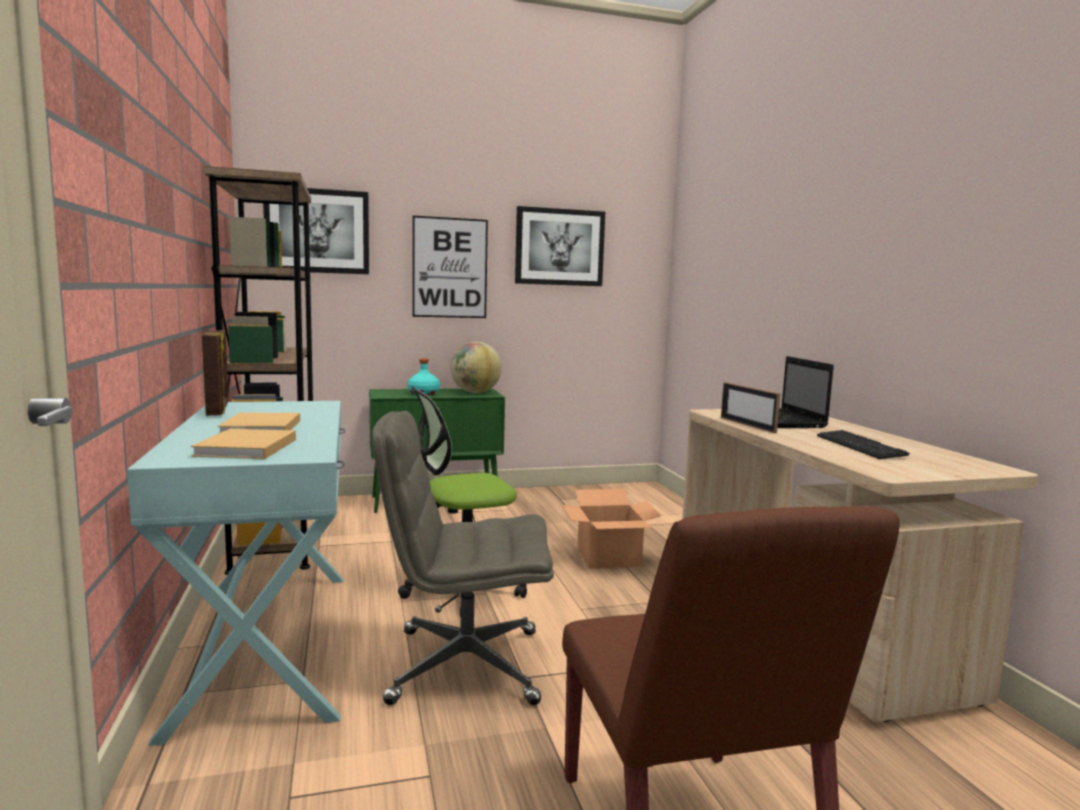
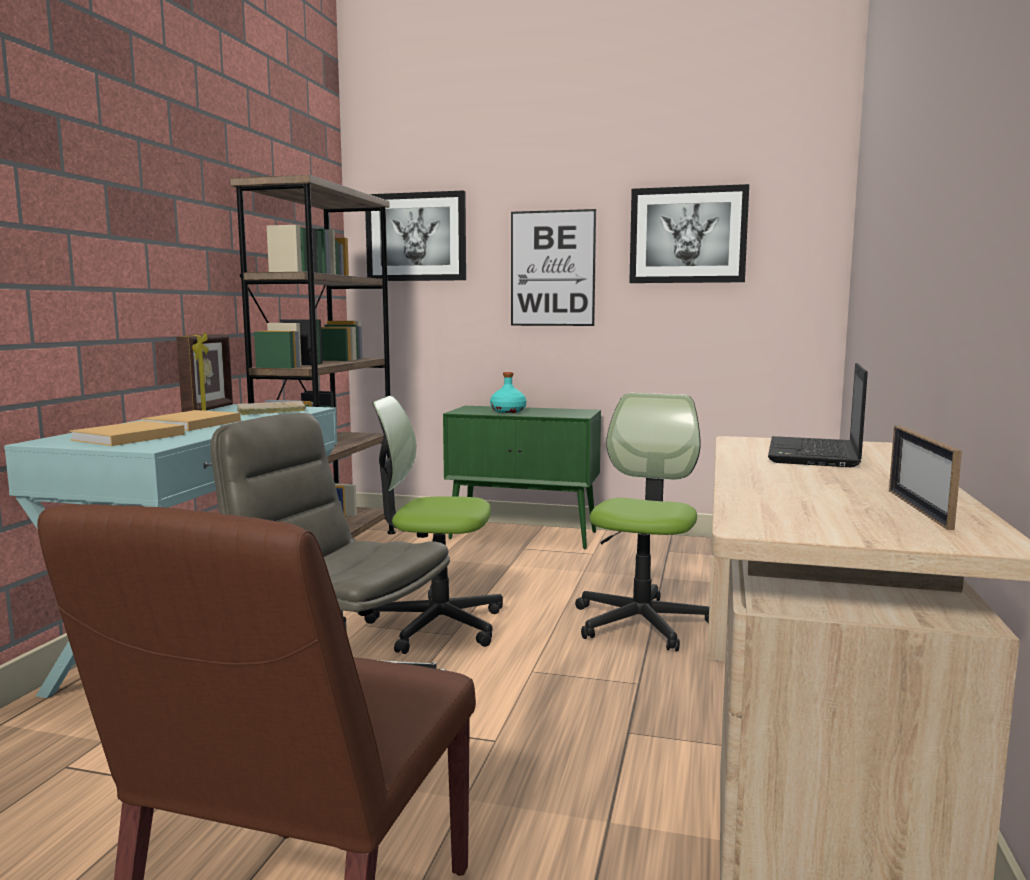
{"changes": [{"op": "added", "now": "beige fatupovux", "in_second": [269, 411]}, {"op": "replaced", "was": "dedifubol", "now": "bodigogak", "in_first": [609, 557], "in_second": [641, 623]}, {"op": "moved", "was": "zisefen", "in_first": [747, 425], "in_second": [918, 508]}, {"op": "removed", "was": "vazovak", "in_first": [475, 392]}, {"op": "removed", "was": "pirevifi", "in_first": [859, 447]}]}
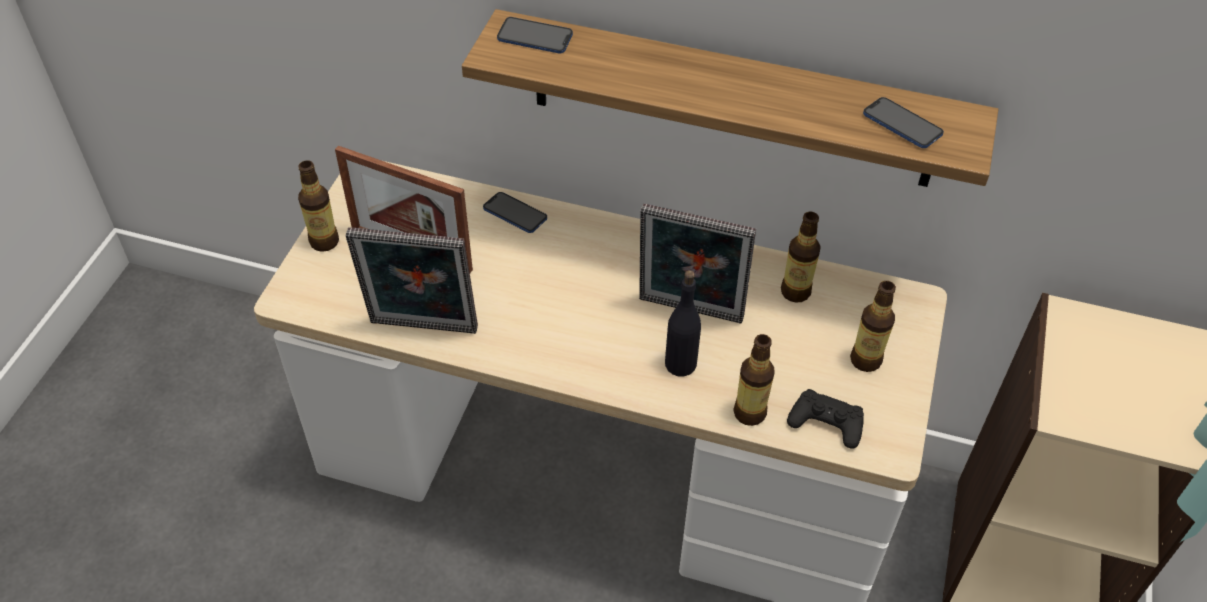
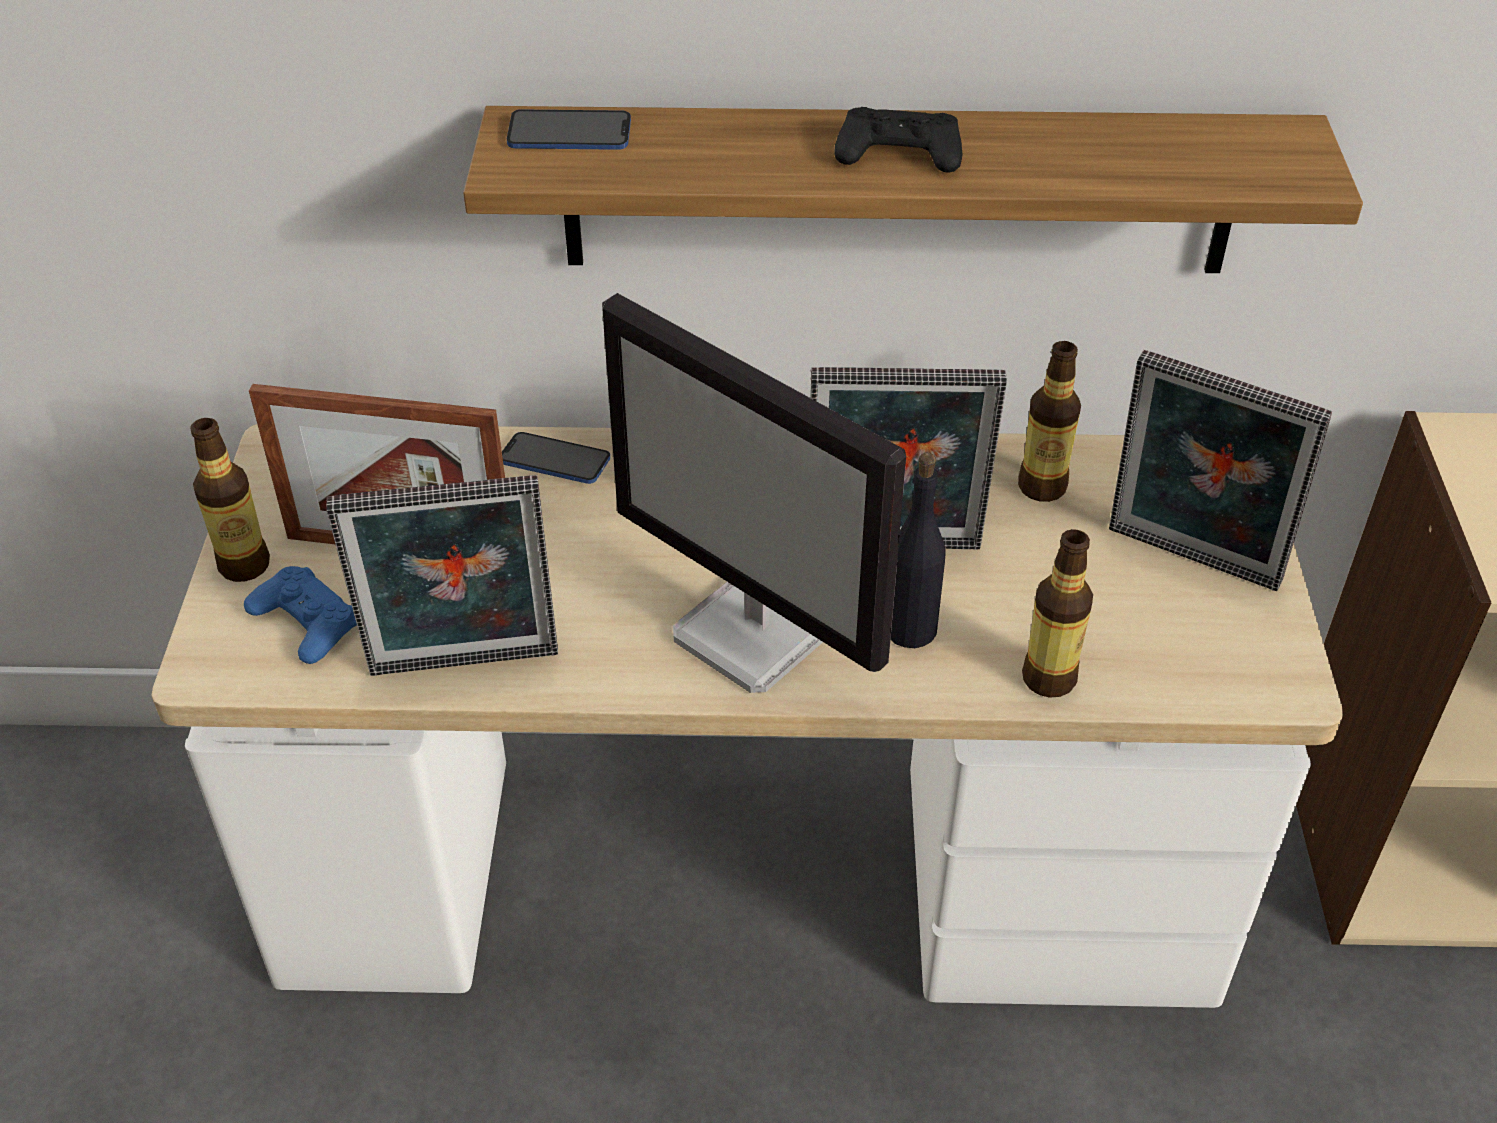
{"changes": [{"op": "added", "now": "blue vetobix", "in_second": [306, 622]}, {"op": "added", "now": "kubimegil", "in_second": [756, 634]}, {"op": "moved", "was": "black vetobix", "in_first": [826, 422], "in_second": [899, 153]}, {"op": "replaced", "was": "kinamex", "now": "zisefen", "in_first": [865, 360], "in_second": [1189, 562]}, {"op": "removed", "was": "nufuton", "in_first": [902, 124]}]}
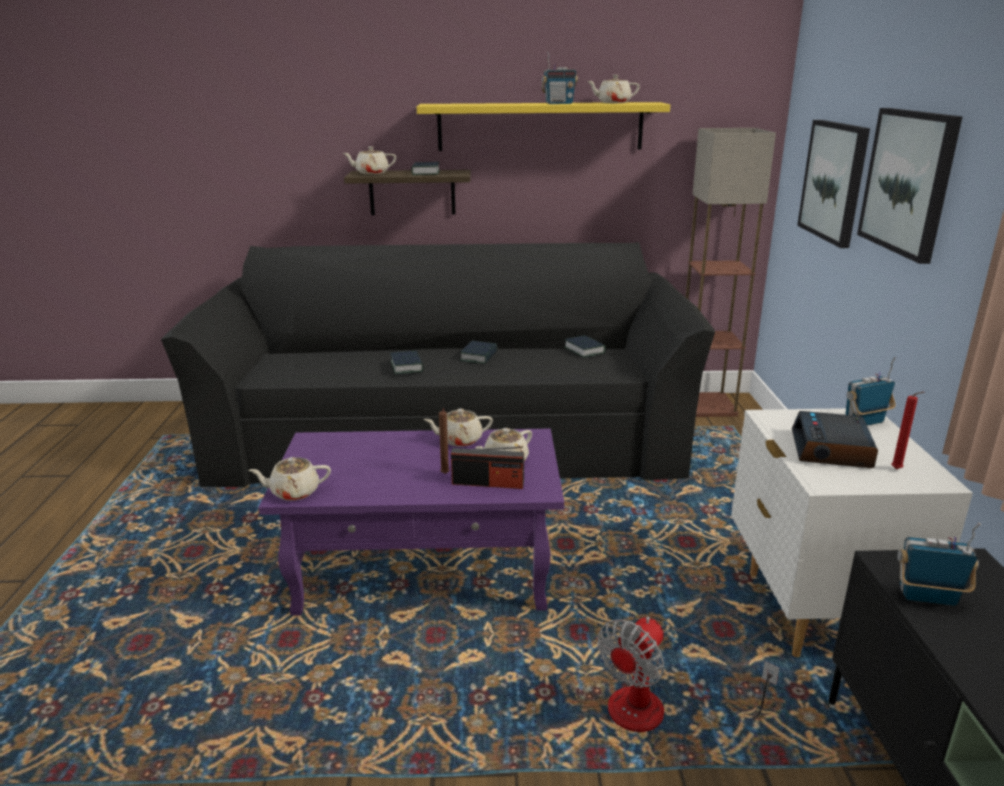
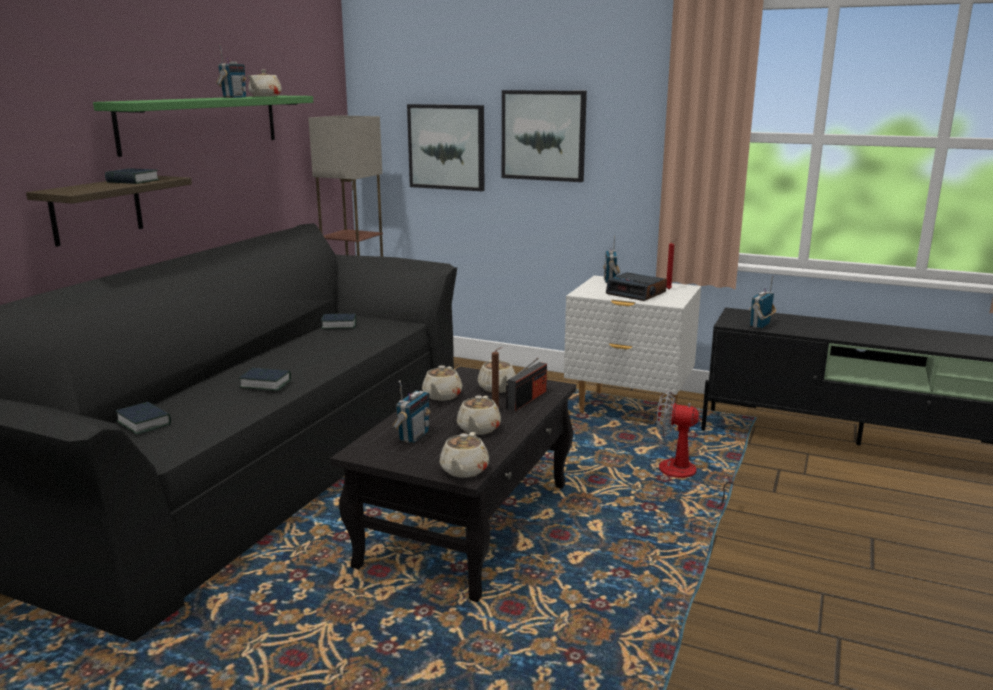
{"changes": [{"op": "recoloured", "was": "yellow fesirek", "now": "green fesirek", "in_first": [540, 126], "in_second": [201, 123]}, {"op": "moved", "was": "fatupovux", "in_first": [479, 356], "in_second": [144, 423]}, {"op": "recoloured", "was": "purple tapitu", "now": "black tapitu", "in_first": [426, 570], "in_second": [468, 523]}, {"op": "added", "now": "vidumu", "in_second": [413, 436]}, {"op": "moved", "was": "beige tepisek", "in_first": [371, 173], "in_second": [478, 429]}, {"op": "turned", "was": "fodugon", "in_first": [657, 711], "in_second": [685, 477], "clockwise": 135}]}
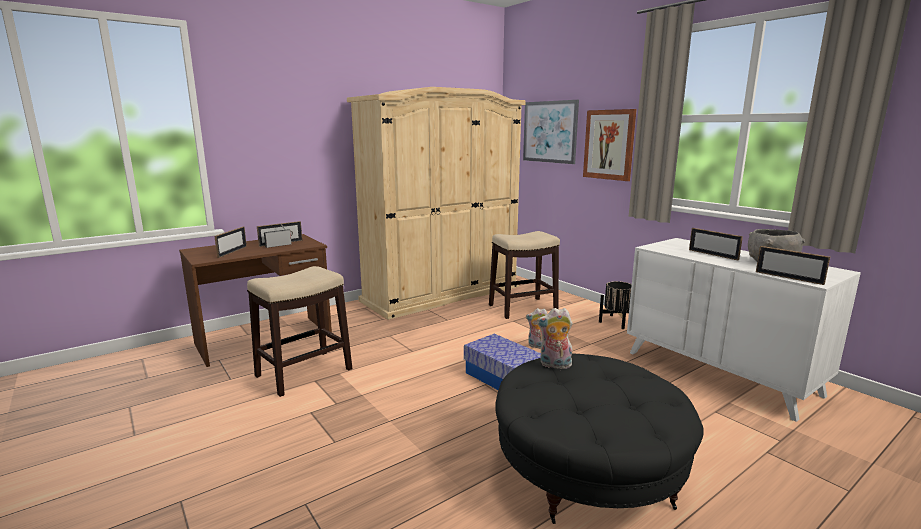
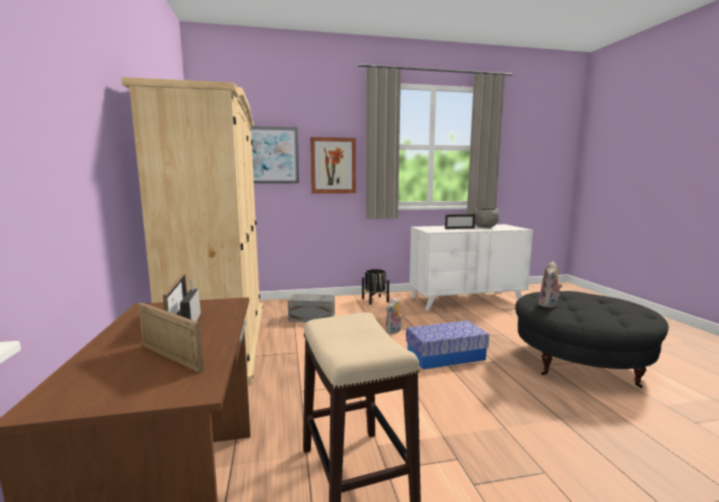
{"changes": [{"op": "replaced", "was": "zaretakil", "now": "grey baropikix", "in_first": [522, 308], "in_second": [312, 318]}, {"op": "removed", "was": "zisefen", "in_first": [788, 278]}]}
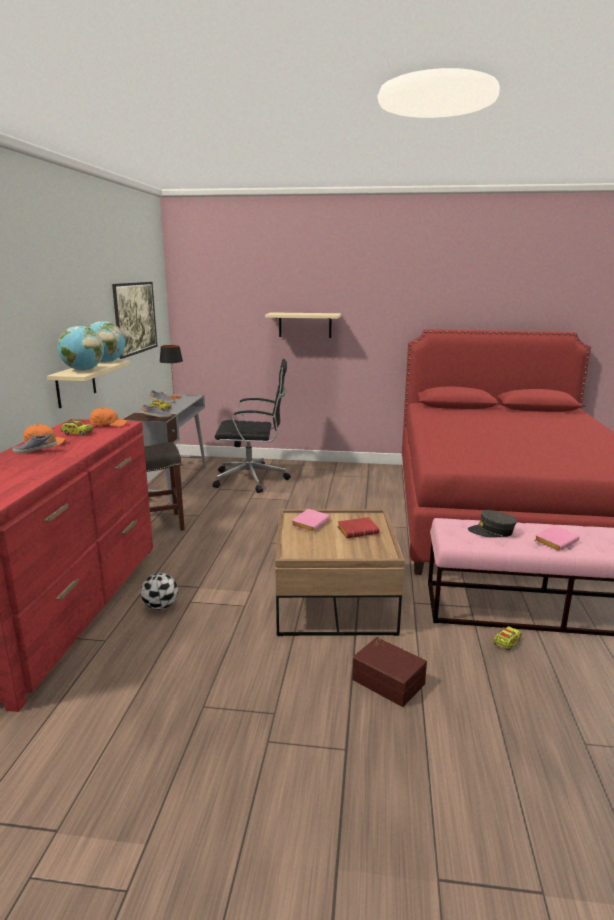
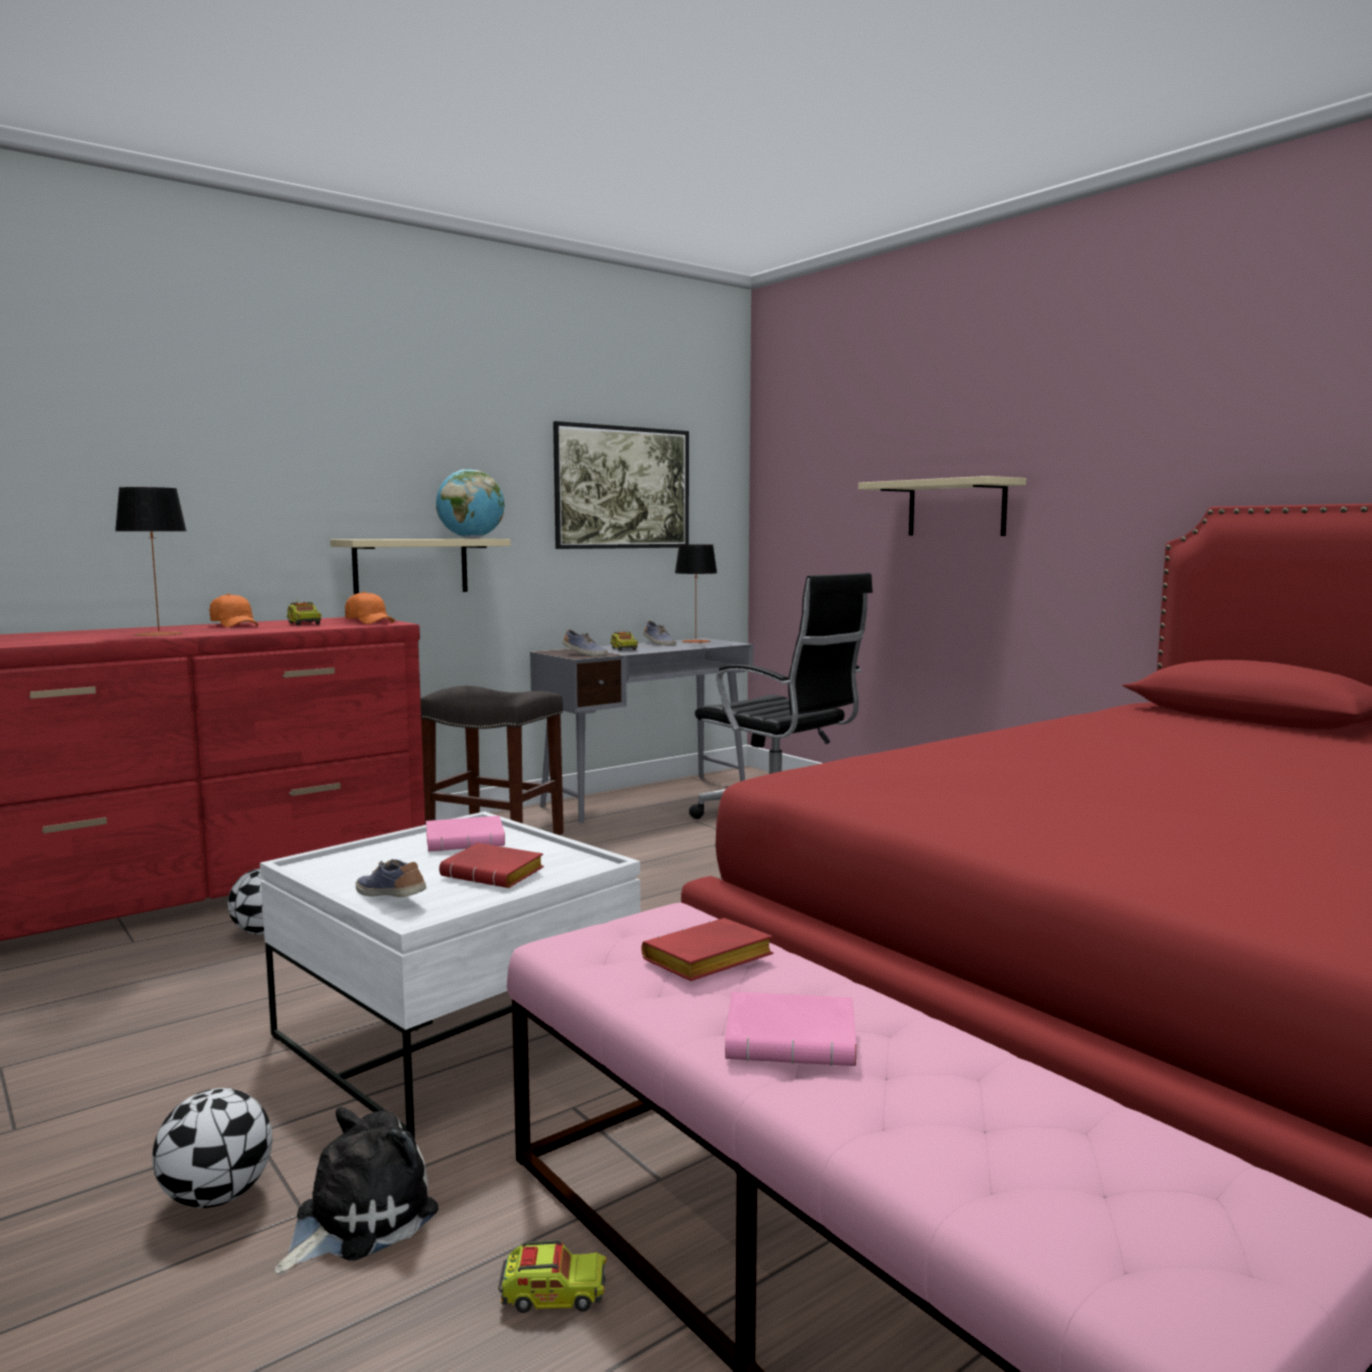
{"changes": [{"op": "added", "now": "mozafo", "in_second": [159, 634]}, {"op": "replaced", "was": "brown baropikix", "now": "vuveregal", "in_first": [389, 680], "in_second": [216, 1196]}, {"op": "recoloured", "was": "brown tapitu", "now": "white tapitu", "in_first": [334, 602], "in_second": [456, 1035]}, {"op": "added", "now": "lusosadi", "in_second": [358, 1218]}, {"op": "moved", "was": "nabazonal", "in_first": [36, 451], "in_second": [392, 897]}, {"op": "replaced", "was": "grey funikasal", "now": "red fatupovux", "in_first": [492, 531], "in_second": [707, 962]}, {"op": "removed", "was": "vazovak", "in_first": [83, 370]}]}
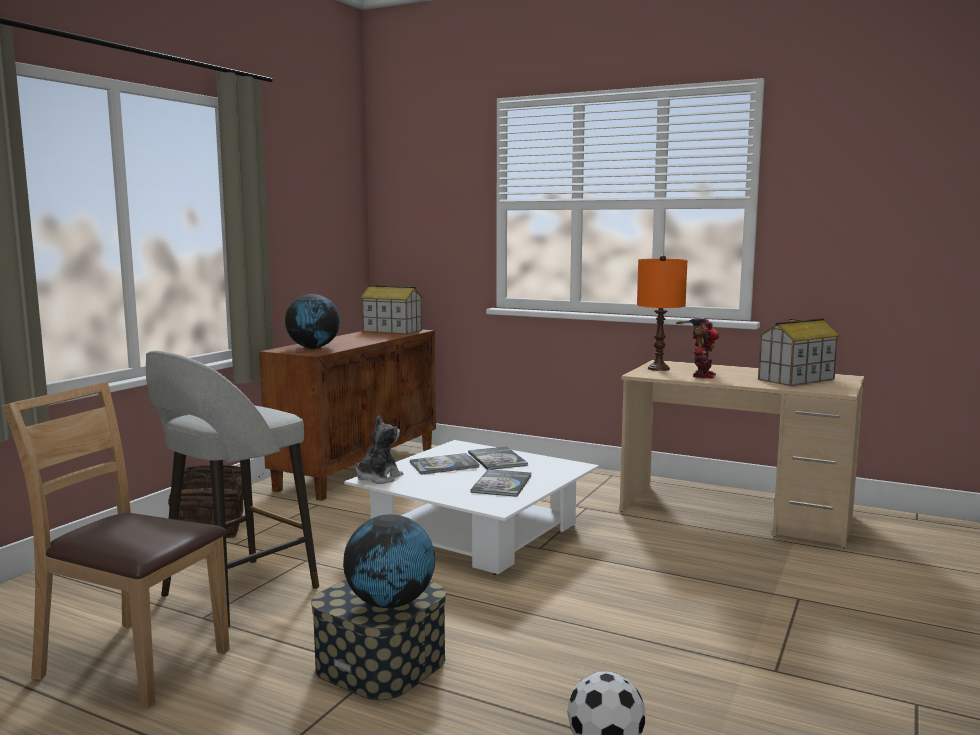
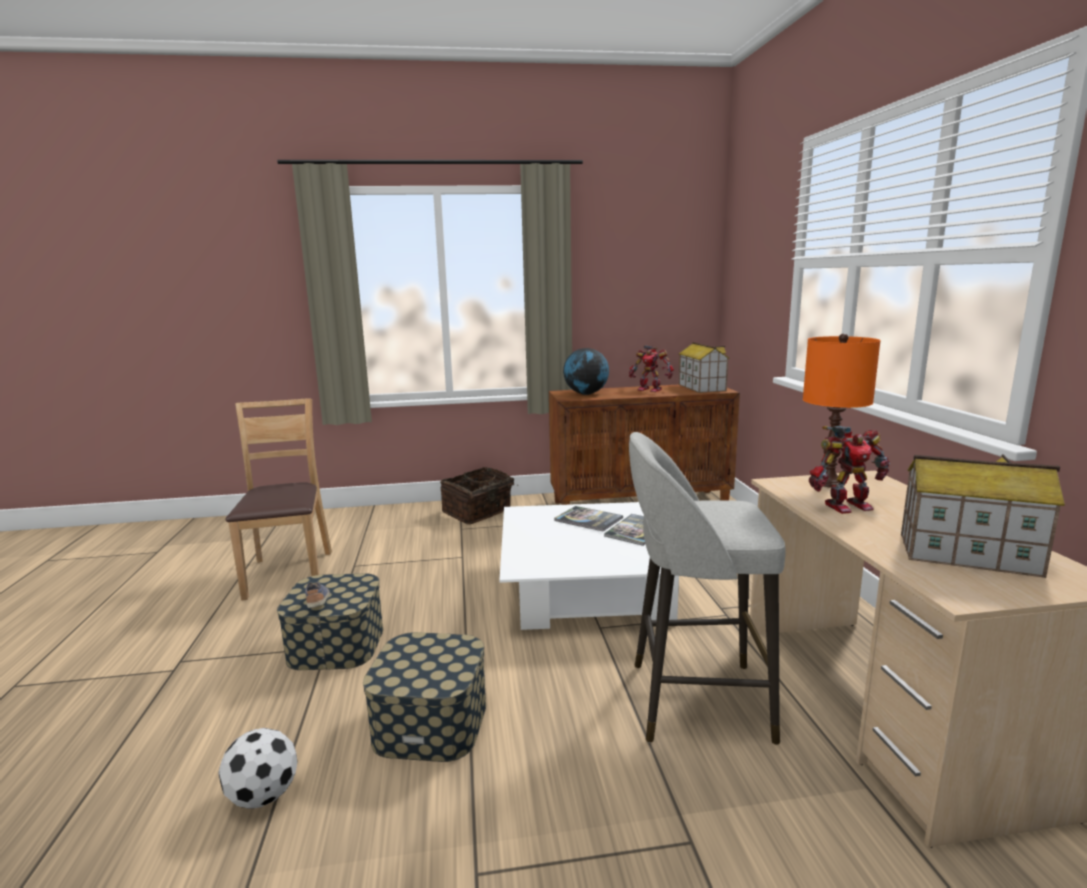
{"changes": [{"op": "replaced", "was": "vazovak", "now": "nabazonal", "in_first": [390, 604], "in_second": [318, 602]}, {"op": "added", "now": "baropikix", "in_second": [430, 722]}, {"op": "added", "now": "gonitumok", "in_second": [650, 389]}, {"op": "moved", "was": "grey zaretakil", "in_first": [236, 593], "in_second": [694, 700]}, {"op": "removed", "was": "lusosadi", "in_first": [378, 478]}, {"op": "removed", "was": "fatupovux", "in_first": [502, 484]}]}
